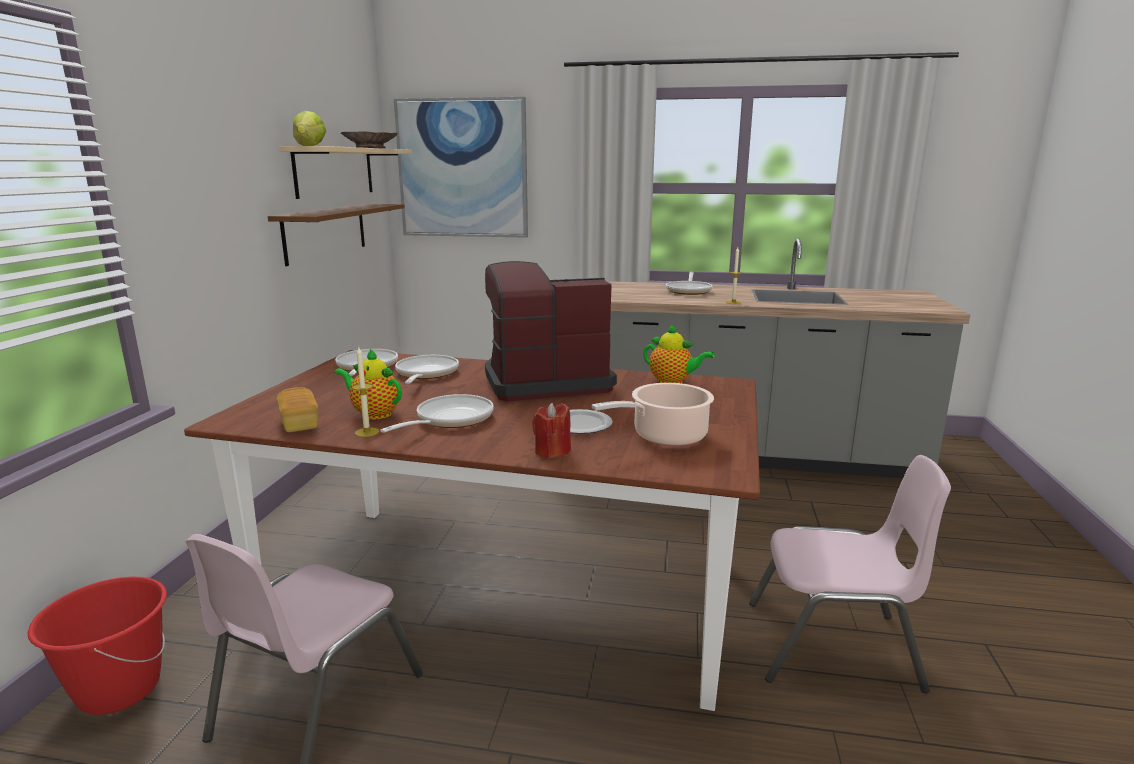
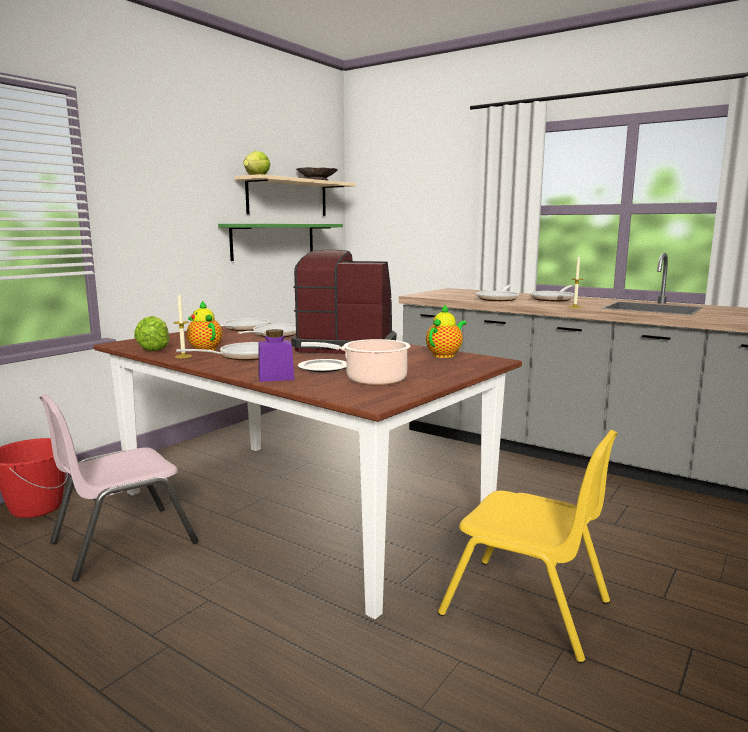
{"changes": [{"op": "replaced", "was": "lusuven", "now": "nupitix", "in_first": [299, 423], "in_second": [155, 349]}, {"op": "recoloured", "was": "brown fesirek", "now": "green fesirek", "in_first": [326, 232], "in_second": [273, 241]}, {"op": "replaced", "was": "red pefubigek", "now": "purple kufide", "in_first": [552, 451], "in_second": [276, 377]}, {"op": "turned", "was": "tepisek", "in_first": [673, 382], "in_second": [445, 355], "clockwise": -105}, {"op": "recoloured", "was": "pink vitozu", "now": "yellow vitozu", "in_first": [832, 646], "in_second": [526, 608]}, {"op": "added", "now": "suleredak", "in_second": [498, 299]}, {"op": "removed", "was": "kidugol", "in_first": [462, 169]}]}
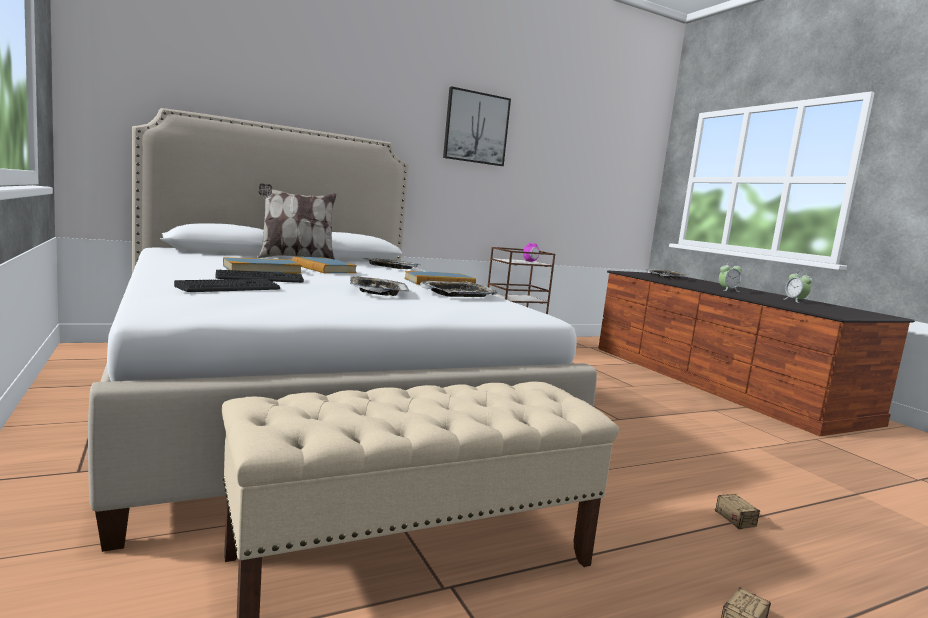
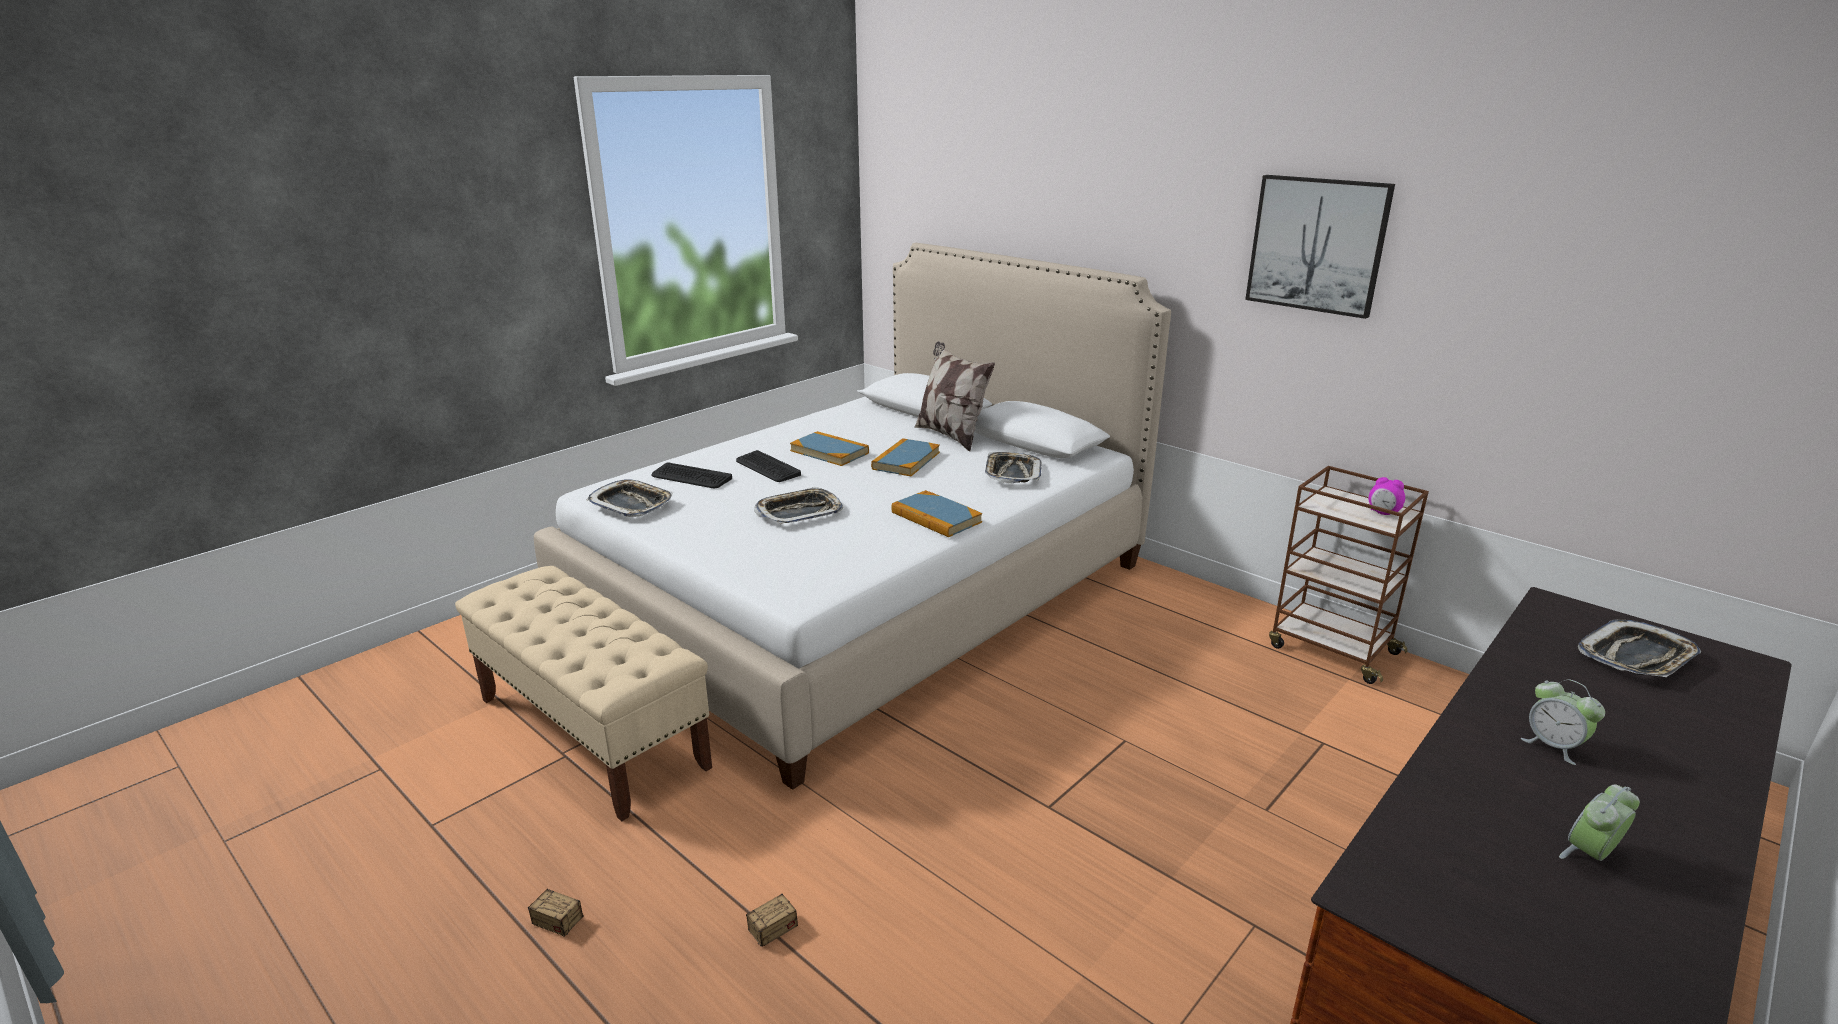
{"changes": [{"op": "moved", "was": "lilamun", "in_first": [458, 294], "in_second": [632, 504]}]}
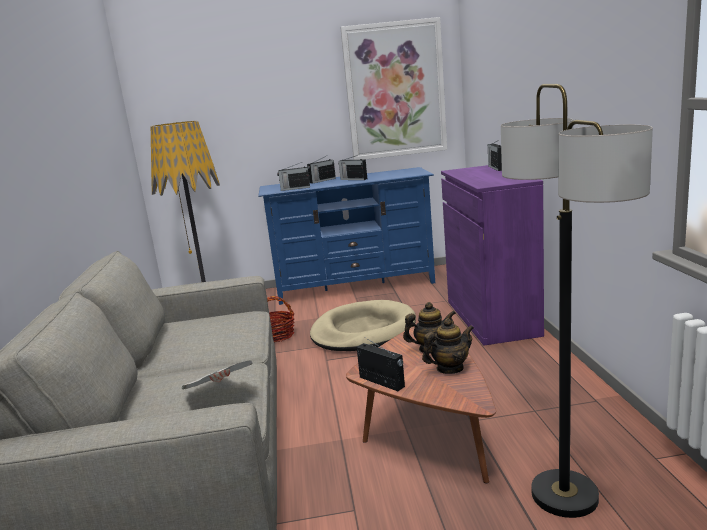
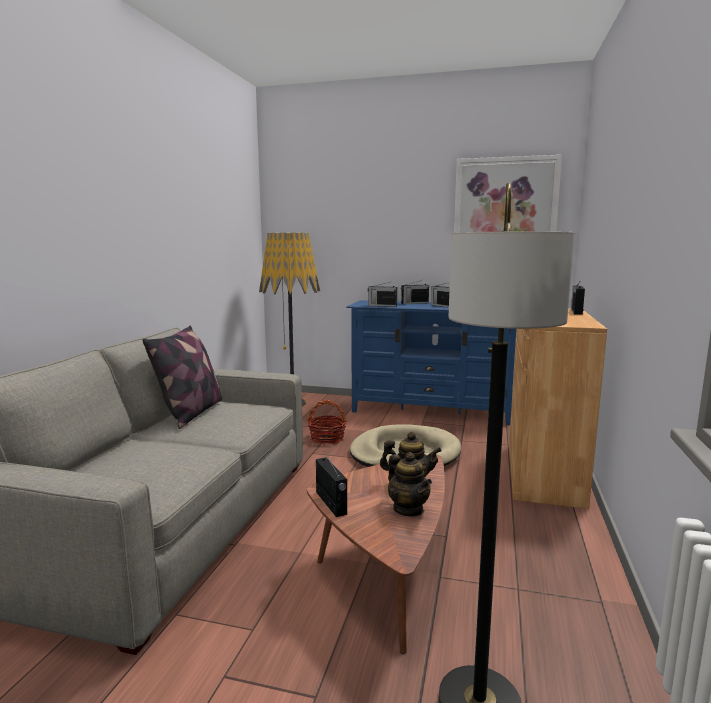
{"changes": [{"op": "added", "now": "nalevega", "in_second": [191, 413]}, {"op": "turned", "was": "tepisek", "in_first": [449, 368], "in_second": [408, 509], "clockwise": 60}, {"op": "recoloured", "was": "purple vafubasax", "now": "brown vafubasax", "in_first": [492, 318], "in_second": [543, 474]}, {"op": "removed", "was": "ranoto", "in_first": [220, 393]}]}
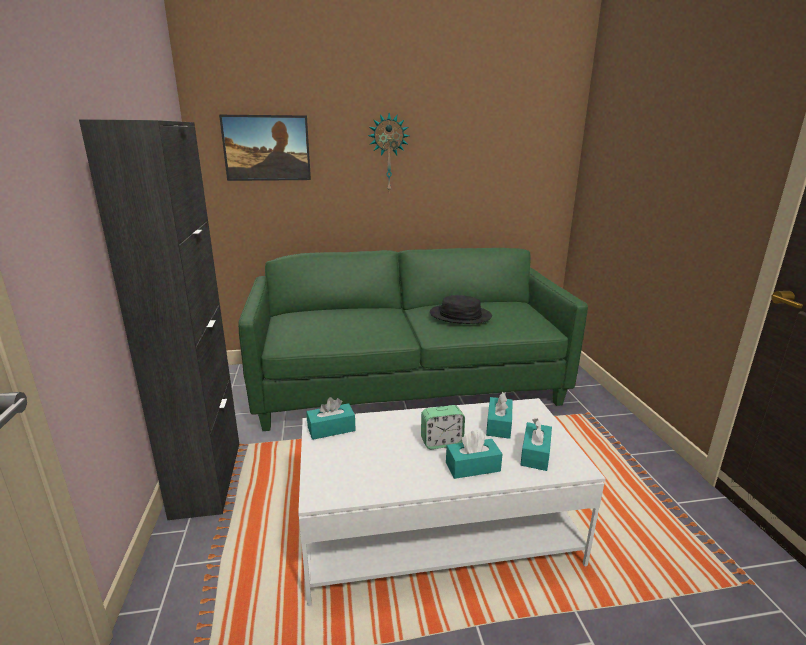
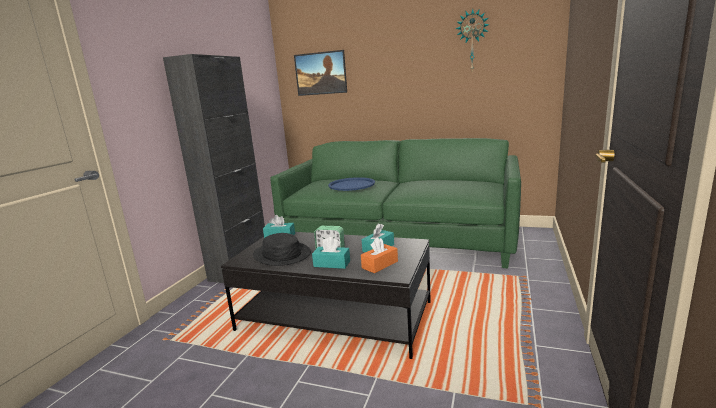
{"changes": [{"op": "recoloured", "was": "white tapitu", "now": "black tapitu", "in_first": [437, 528], "in_second": [335, 316]}, {"op": "moved", "was": "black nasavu", "in_first": [460, 315], "in_second": [281, 254]}, {"op": "added", "now": "blue lilamun", "in_second": [352, 185]}, {"op": "recoloured", "was": "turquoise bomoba", "now": "orange bomoba", "in_first": [535, 454], "in_second": [380, 265]}, {"op": "moved", "was": "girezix", "in_first": [388, 153], "in_second": [472, 41]}]}
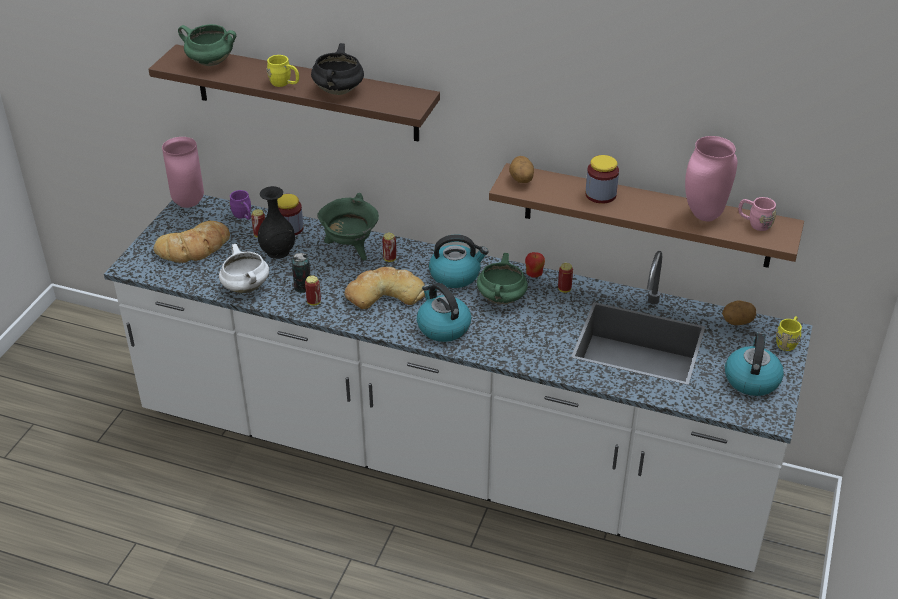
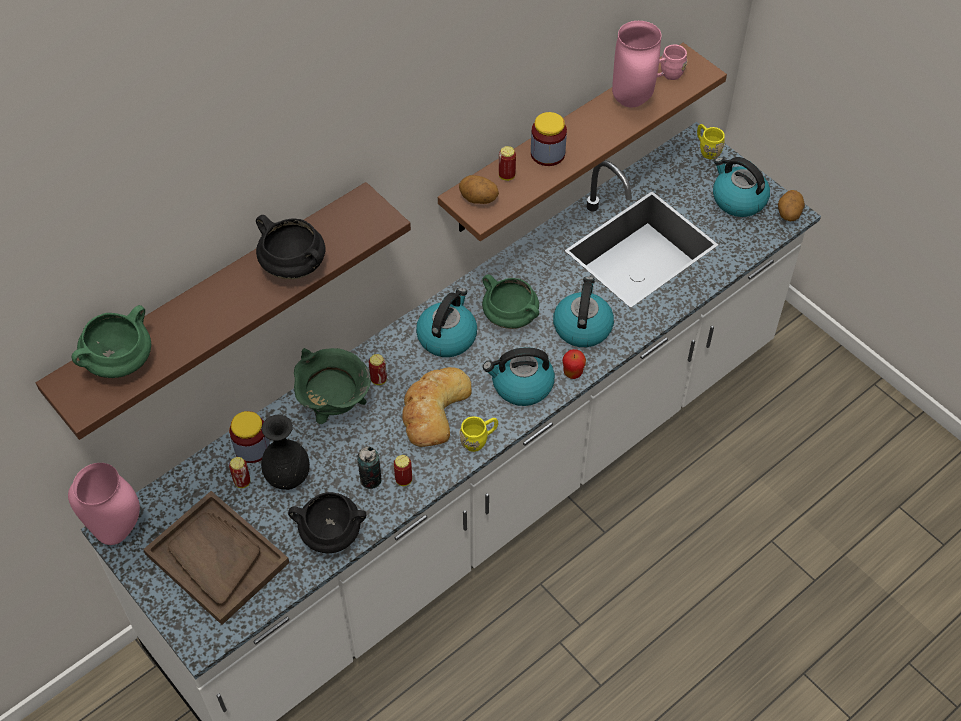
{"changes": [{"op": "replaced", "was": "lusuven", "now": "brown lilamun", "in_first": [194, 248], "in_second": [216, 558]}, {"op": "recoloured", "was": "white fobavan", "now": "black fobavan", "in_first": [245, 287], "in_second": [330, 535]}, {"op": "moved", "was": "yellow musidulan", "in_first": [284, 83], "in_second": [479, 440]}, {"op": "moved", "was": "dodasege", "in_first": [564, 289], "in_second": [506, 176]}, {"op": "added", "now": "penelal", "in_second": [582, 326]}, {"op": "moved", "was": "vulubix", "in_first": [534, 274], "in_second": [573, 373]}, {"op": "moved", "was": "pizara", "in_first": [737, 322], "in_second": [788, 214]}, {"op": "removed", "was": "purple musidulan", "in_first": [243, 216]}]}
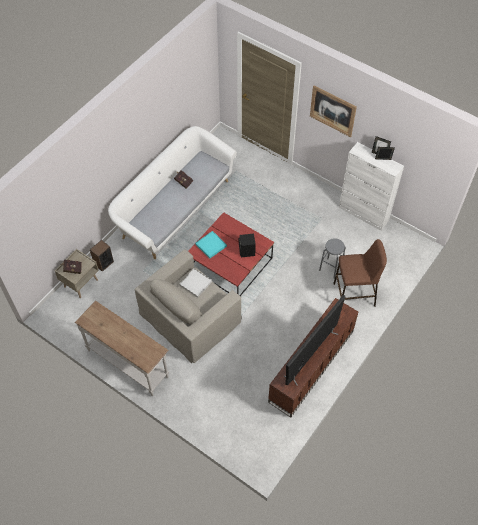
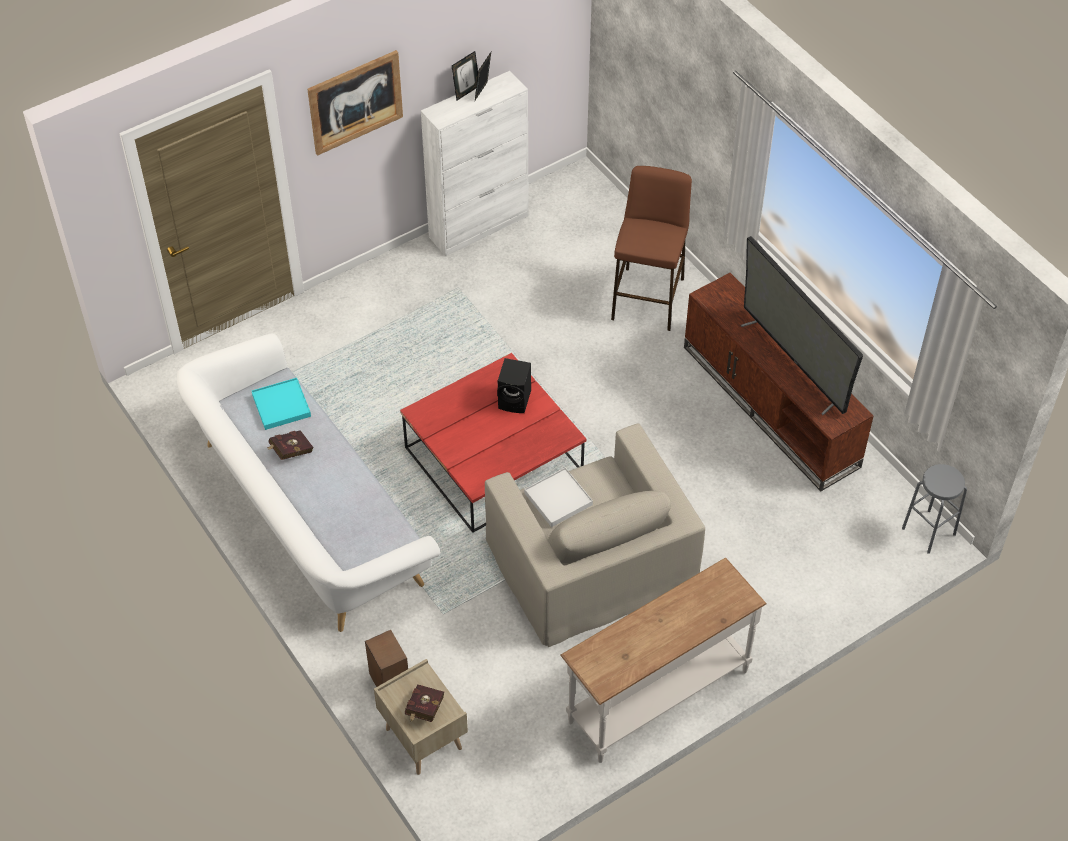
{"changes": [{"op": "moved", "was": "turquoise lilamun", "in_first": [211, 245], "in_second": [281, 405]}, {"op": "moved", "was": "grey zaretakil", "in_first": [331, 268], "in_second": [928, 531]}]}
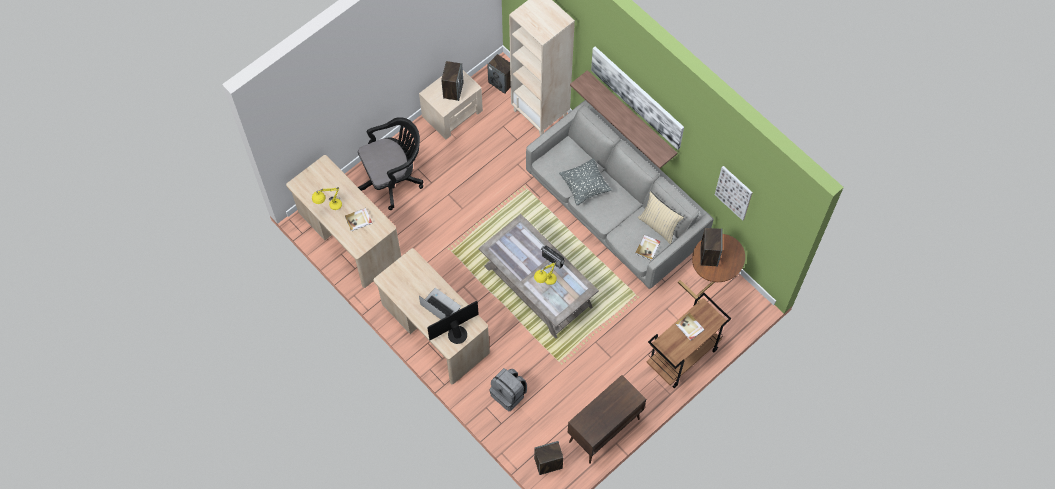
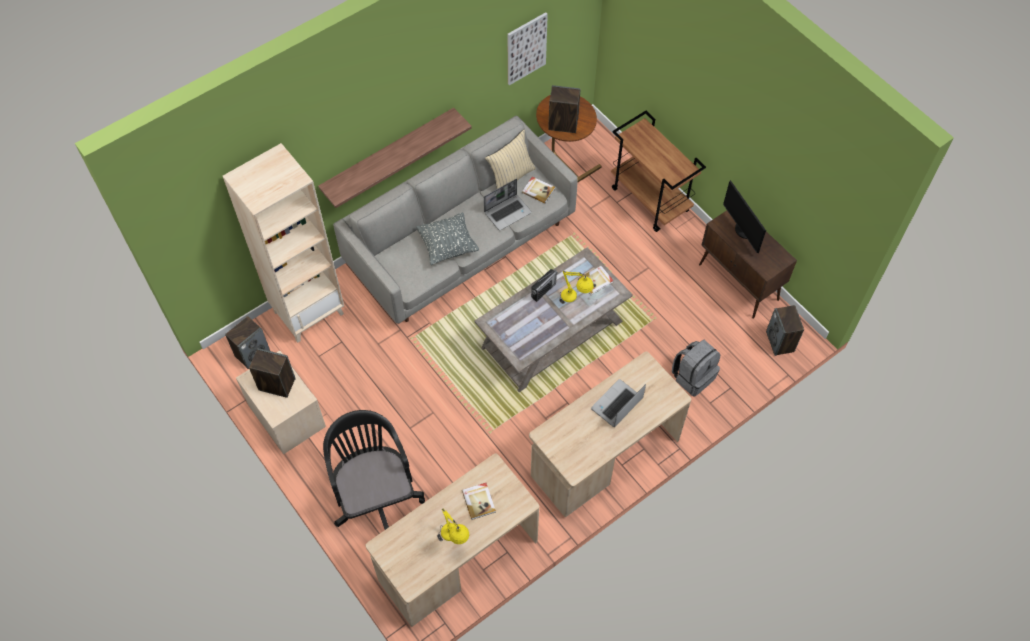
{"changes": [{"op": "added", "now": "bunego", "in_second": [508, 212]}, {"op": "moved", "was": "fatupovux", "in_first": [689, 327], "in_second": [596, 281]}, {"op": "moved", "was": "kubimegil", "in_first": [456, 333], "in_second": [744, 230]}, {"op": "removed", "was": "kidugol", "in_first": [637, 97]}]}
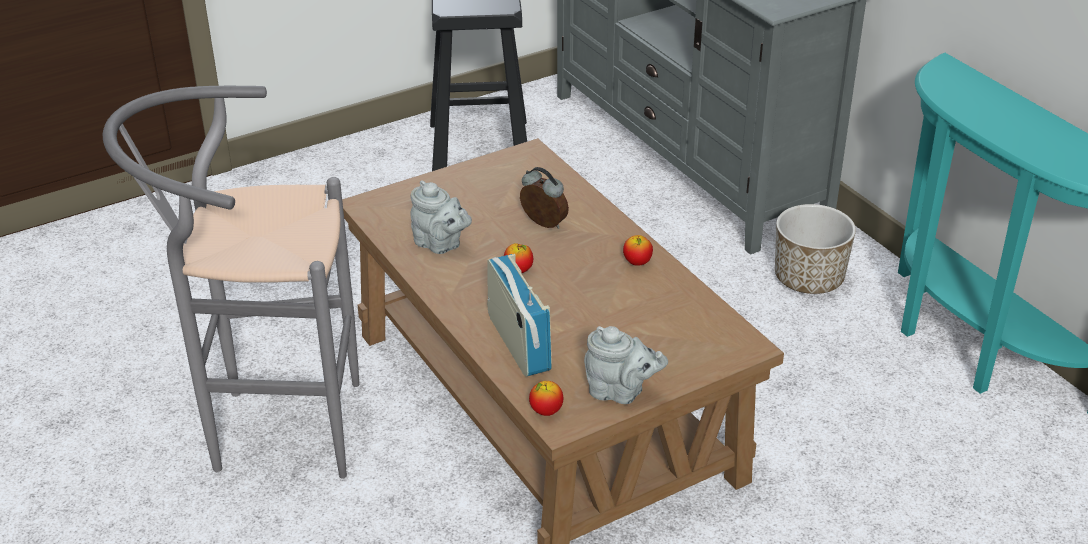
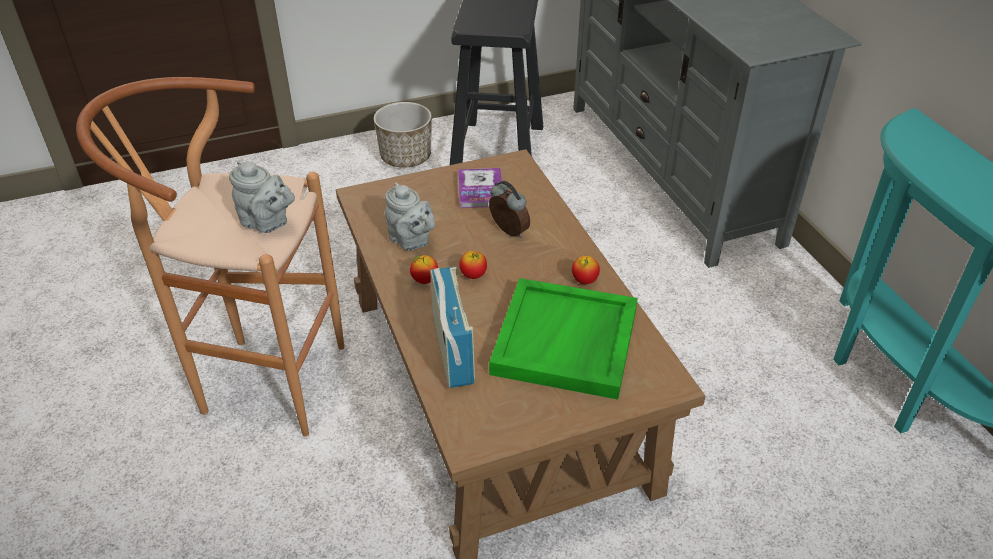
{"changes": [{"op": "recoloured", "was": "grey zaretakil", "now": "brown zaretakil", "in_first": [271, 429], "in_second": [259, 380]}, {"op": "moved", "was": "grey tepisek", "in_first": [620, 392], "in_second": [267, 223]}, {"op": "moved", "was": "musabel", "in_first": [809, 278], "in_second": [406, 157]}, {"op": "moved", "was": "vulubix", "in_first": [546, 411], "in_second": [424, 280]}, {"op": "added", "now": "fatupovux", "in_second": [480, 190]}, {"op": "added", "now": "green lilamun", "in_second": [566, 342]}]}
